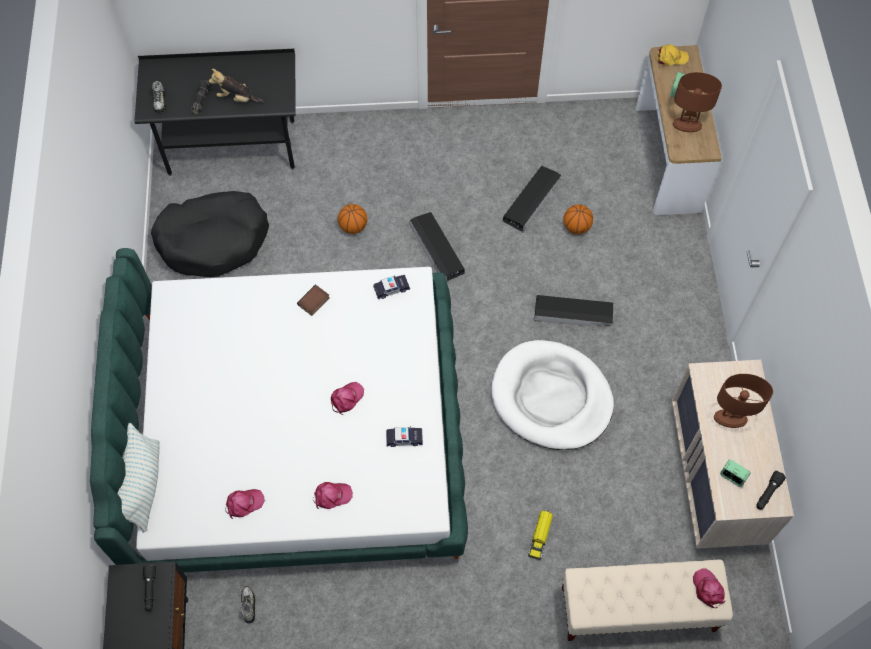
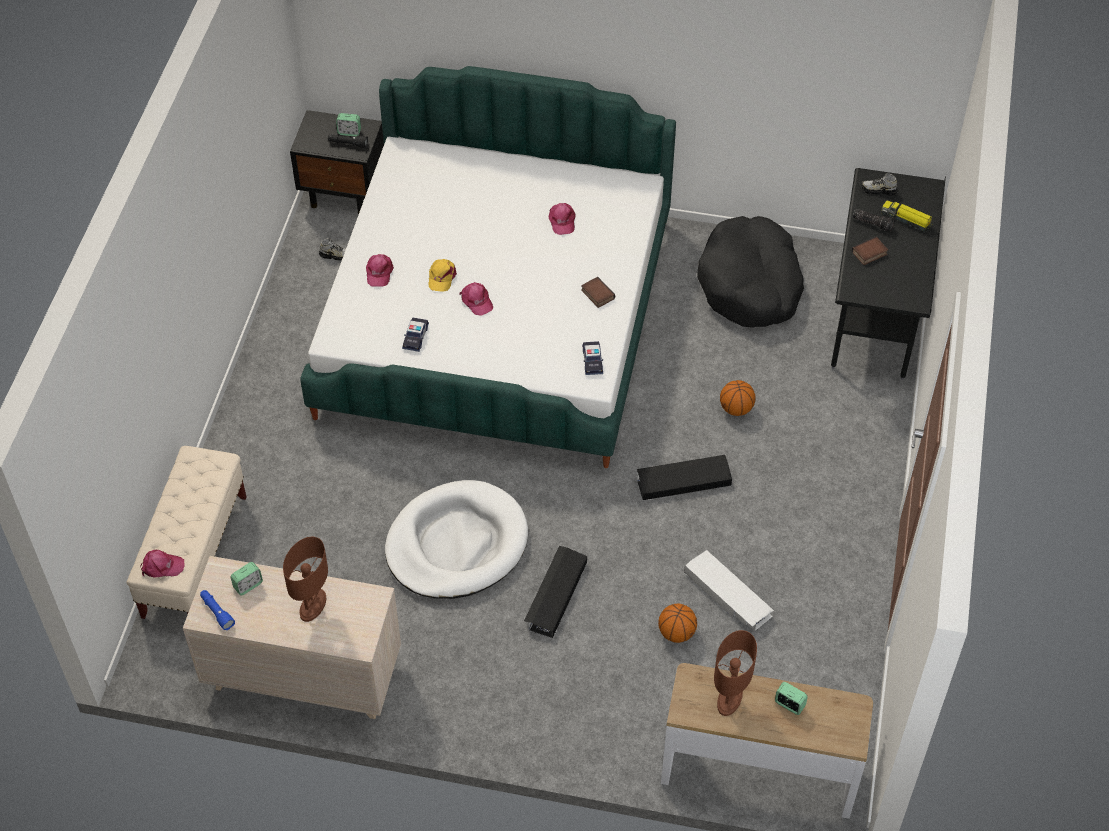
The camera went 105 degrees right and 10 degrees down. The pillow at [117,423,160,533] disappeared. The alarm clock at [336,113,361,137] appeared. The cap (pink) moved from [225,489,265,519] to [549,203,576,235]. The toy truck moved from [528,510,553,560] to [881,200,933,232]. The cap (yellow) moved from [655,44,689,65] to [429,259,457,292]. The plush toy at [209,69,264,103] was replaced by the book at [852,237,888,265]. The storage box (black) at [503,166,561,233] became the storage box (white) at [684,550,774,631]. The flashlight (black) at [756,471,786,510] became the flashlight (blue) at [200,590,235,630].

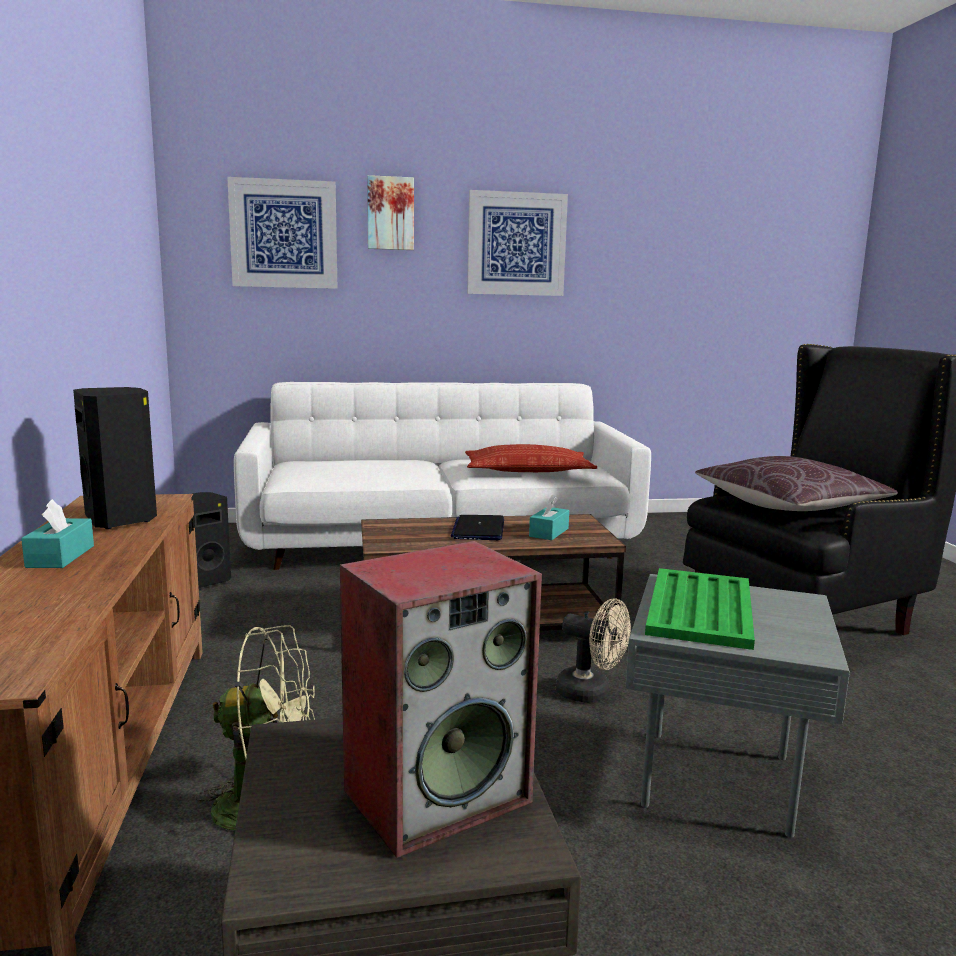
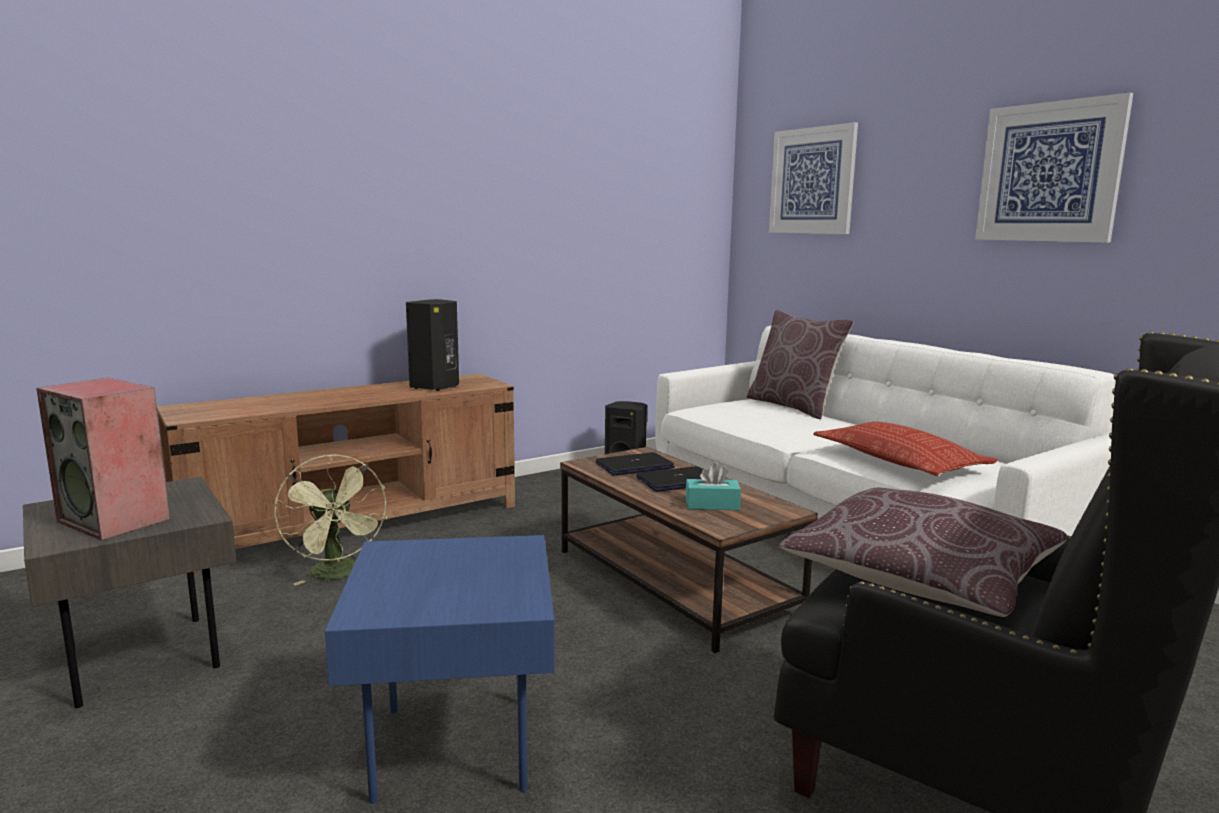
The camera went 65 degrees right and 0 degrees up. The tissue box (turquoise) at [21,499,94,568] disappeared. The picture at [367,175,414,250] disappeared. The fan (beige) at [556,599,631,703] disappeared. The tray (green) at [645,568,755,650] disappeared. The laptop at [596,452,675,475] appeared. The pillow (brown) at [747,310,854,419] appeared. The side table (grey) at [626,574,850,838] became the side table (blue) at [325,535,555,804].

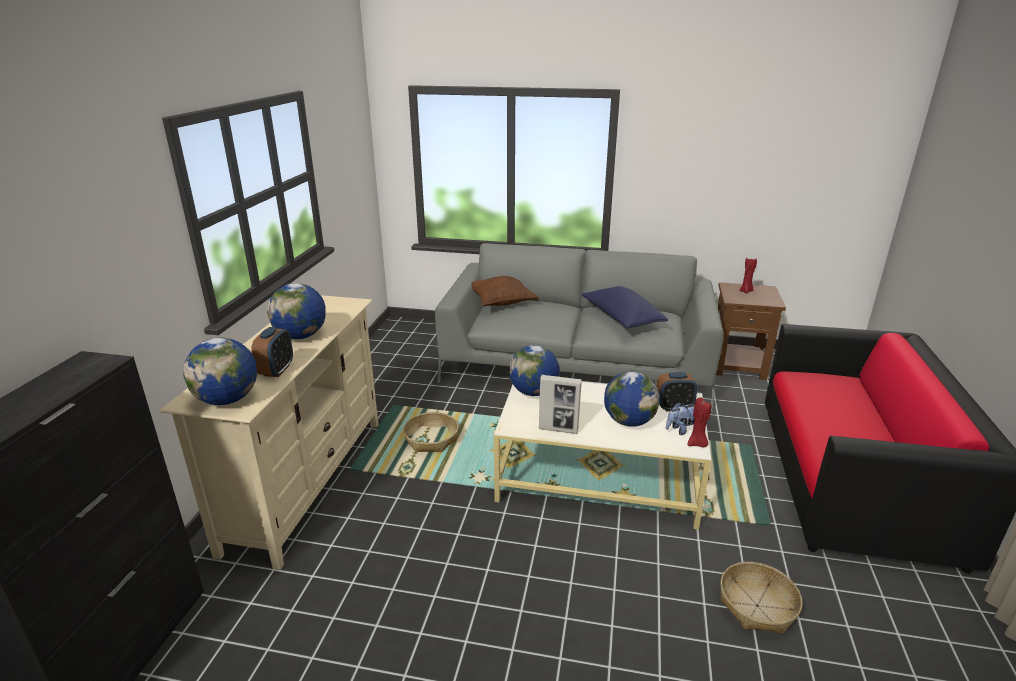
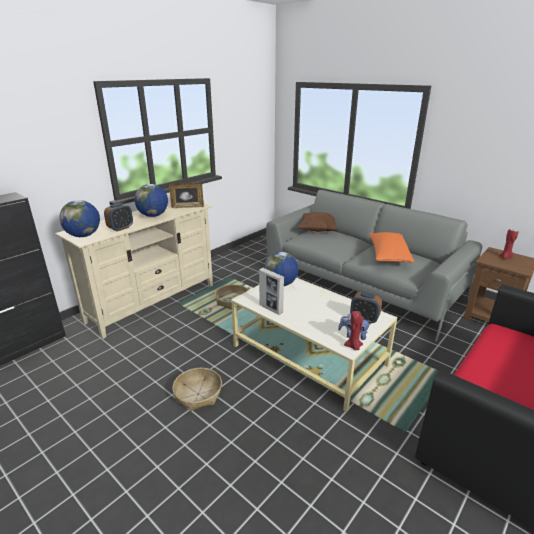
The camera went 30 degrees right and 0 degrees up. The globe at [604,371,660,427] disappeared. The picture frame at [169,182,204,208] appeared. The basket moved from [720,562,802,634] to [172,368,222,411]. The pillow (blue) at [582,286,668,328] became the pillow (orange) at [369,232,414,263].

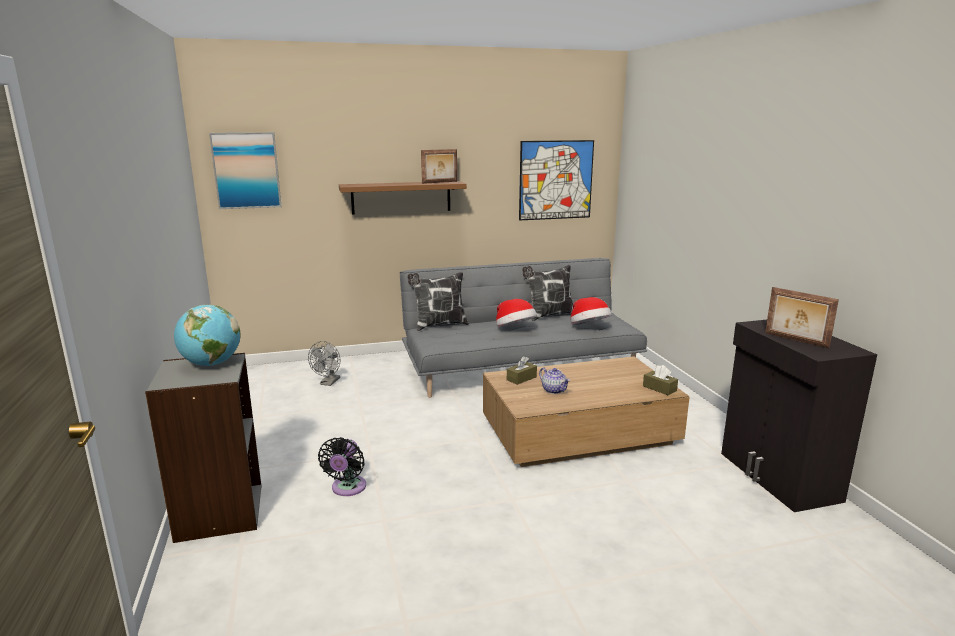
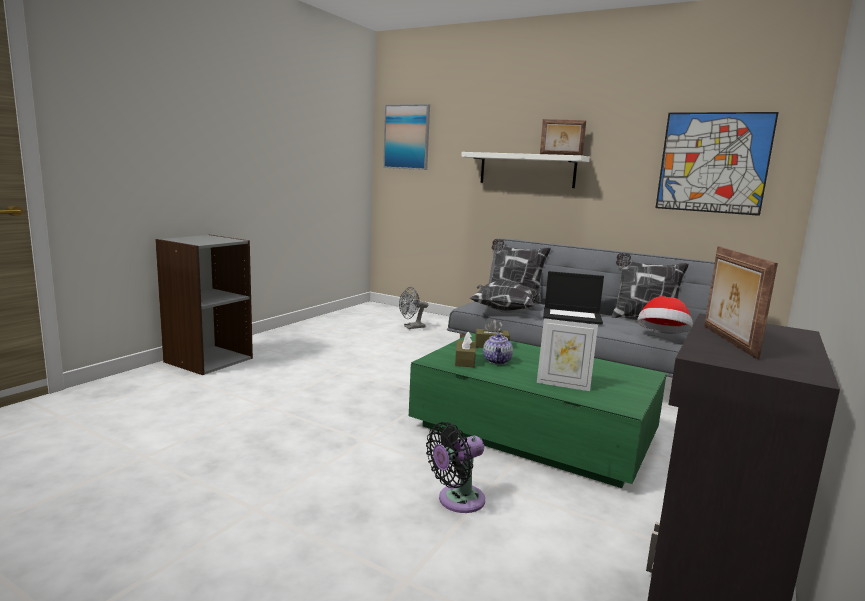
The camera went 45 degrees right and 5 degrees down. The globe at [174,305,241,366] disappeared. The pillow at [469,280,540,311] appeared. The picture frame at [537,318,598,391] appeared. The fan (black) moved from [318,437,366,496] to [426,422,485,513]. The tissue box (brown) moved from [643,365,678,395] to [455,331,476,367]. The hat at [496,299,537,327] was replaced by the laptop at [543,271,604,325]. The shelf (brown) at [339,181,467,214] became the shelf (white) at [461,152,590,188]. The coffee table (brown) at [483,356,689,467] became the coffee table (green) at [409,333,667,488].

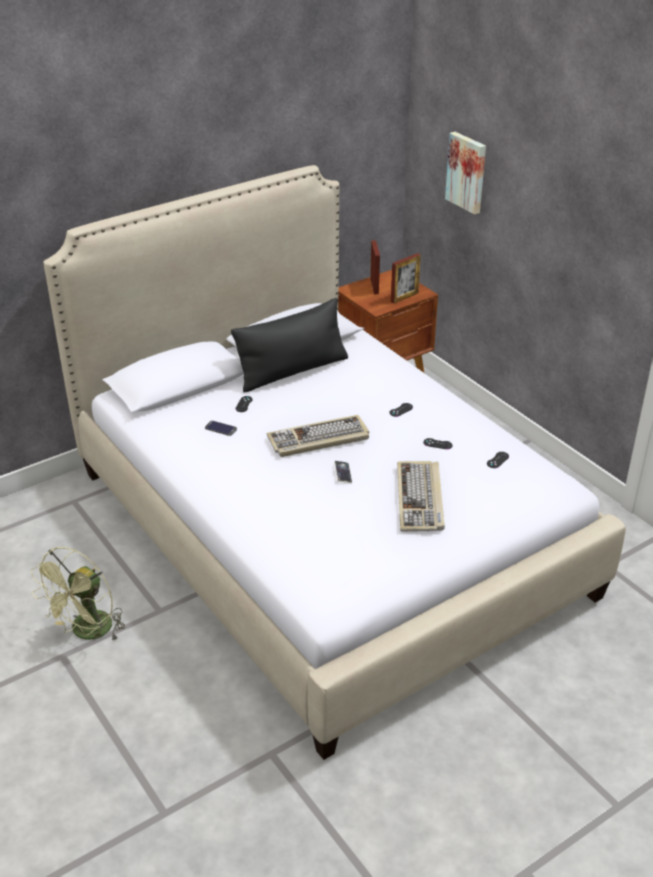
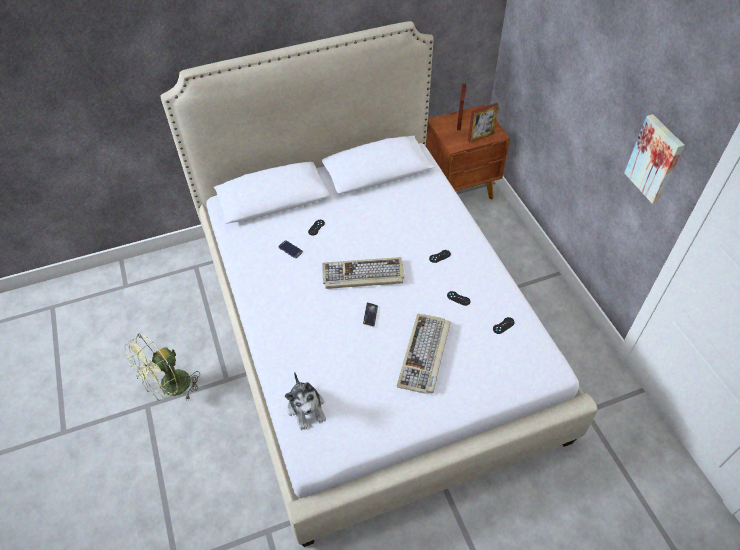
The camera went 15 degrees right and 15 degrees up. The pillow (black) at [231,298,348,393] disappeared. The plush toy at [285,372,326,430] appeared. The picture moved from [445,132,486,214] to [624,114,685,204].

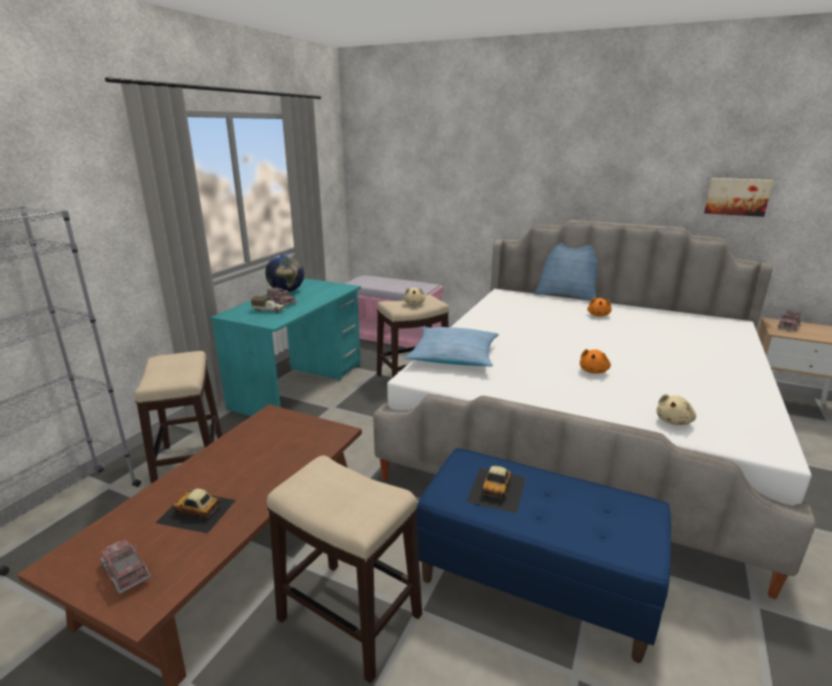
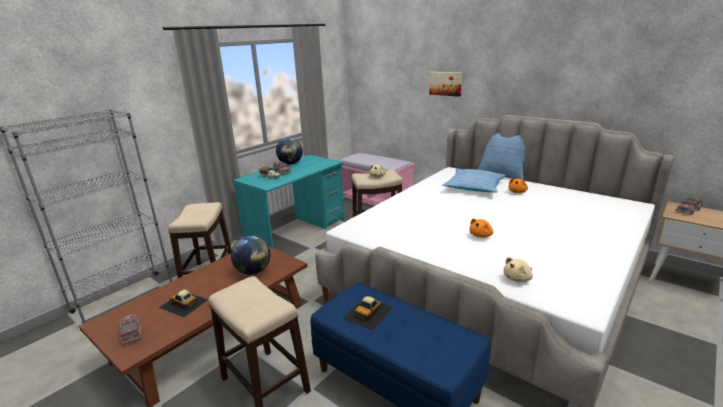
The camera went 15 degrees right and 0 degrees up. The globe at [231,236,271,275] appeared. The pillow moved from [404,327,499,367] to [442,169,506,193]. The picture moved from [704,178,773,217] to [429,72,462,97].

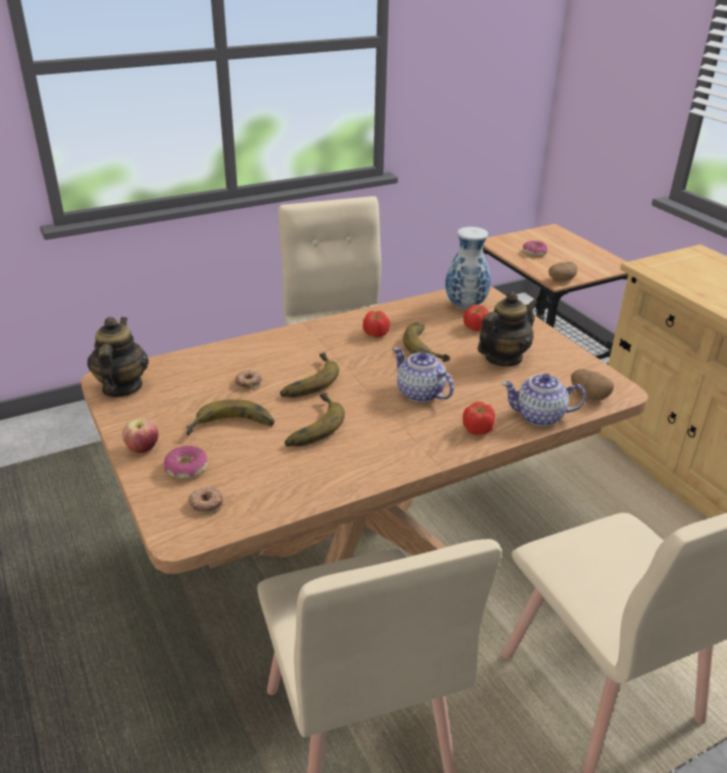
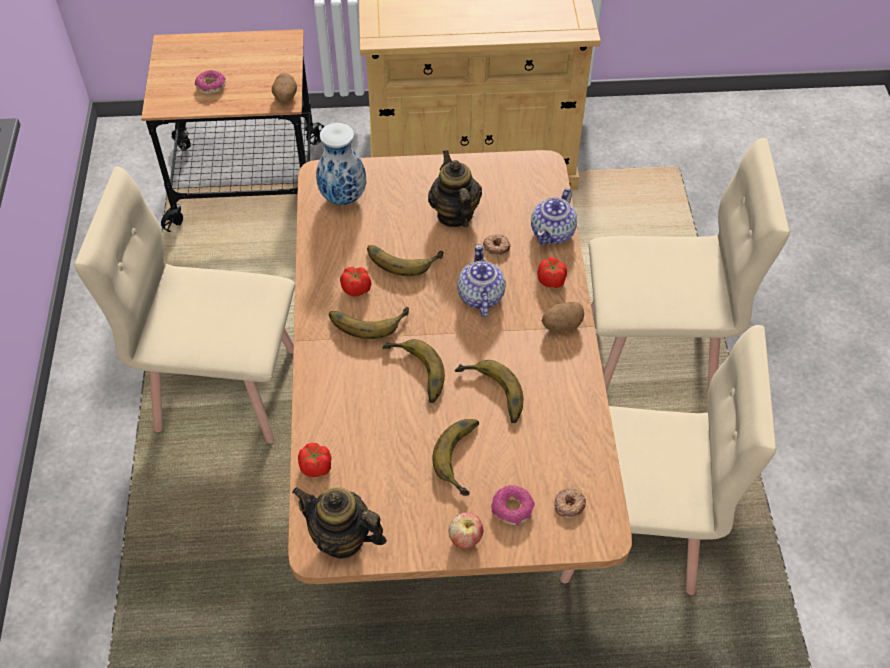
The camera went 65 degrees left and 20 degrees up. The banana at [329,307,409,339] appeared. The donut moved from [235,370,262,390] to [483,234,511,256]. The tomato moved from [463,305,489,331] to [298,443,331,477]. The potato moved from [571,369,614,400] to [542,302,584,332]. The teapot at [393,347,454,402] turned 105 degrees clockwise.

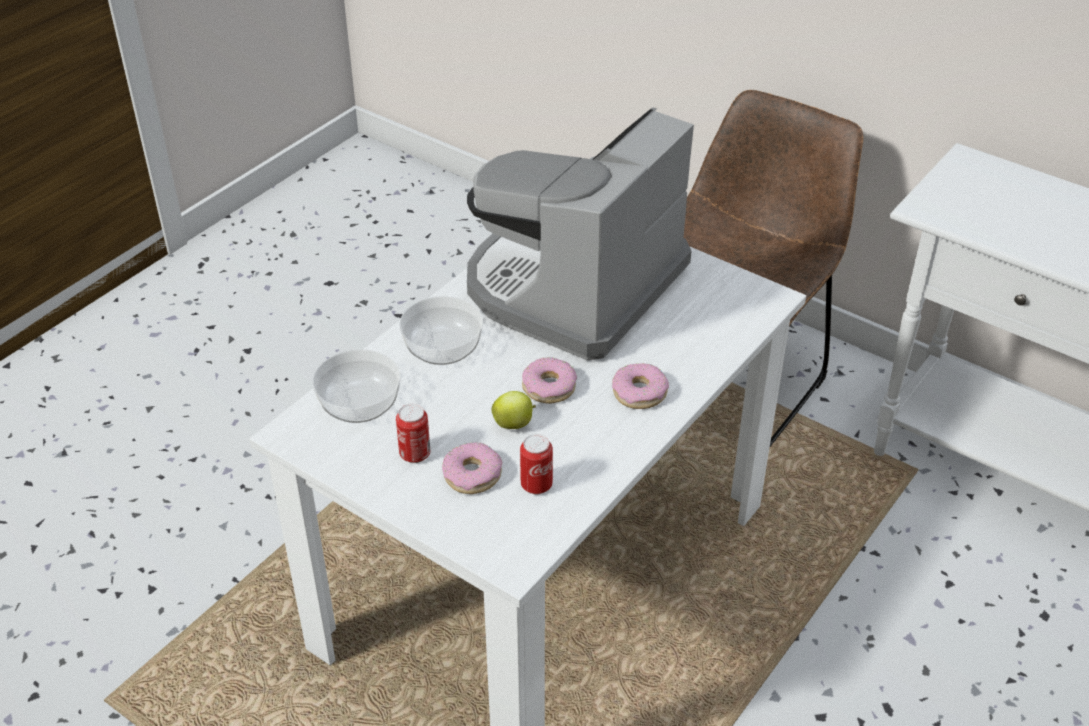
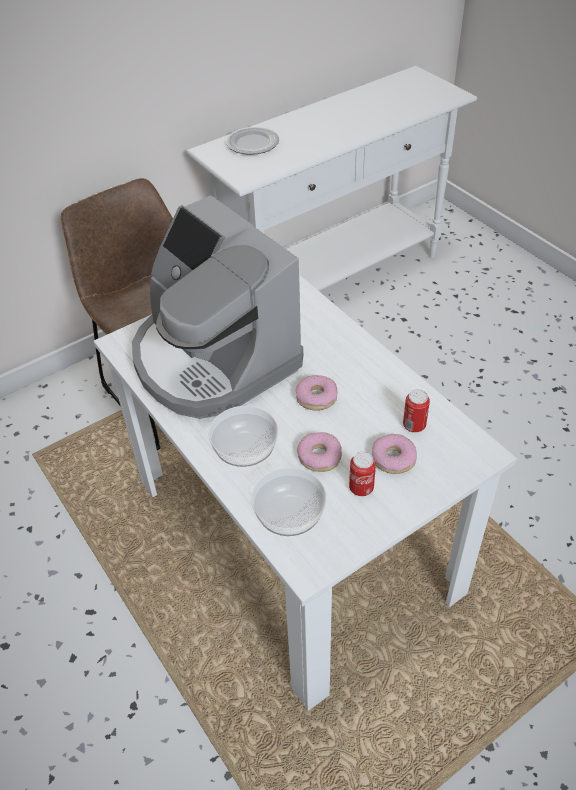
The camera went 70 degrees left and 5 degrees up. The apple at [491,391,536,429] disappeared. The plate at [226,127,279,155] appeared. The donut moved from [612,363,669,409] to [297,432,342,472].

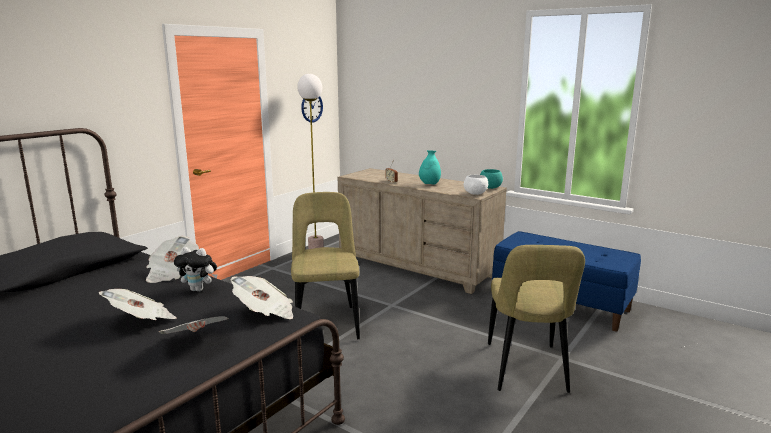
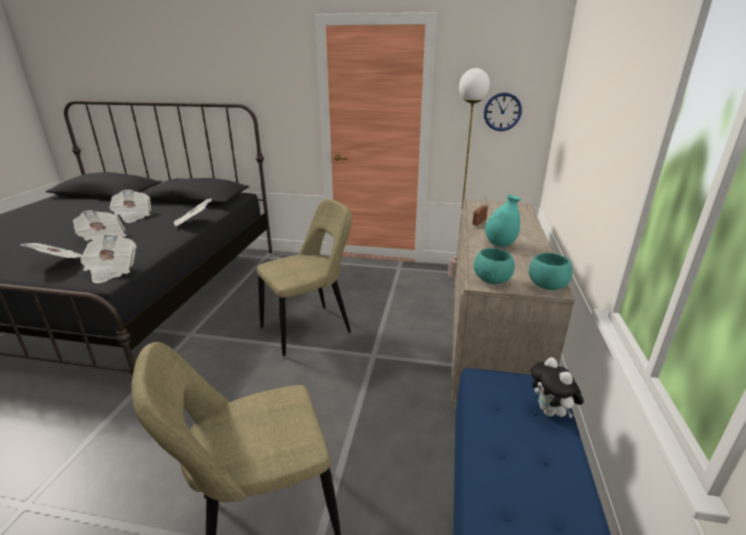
The camera went 65 degrees right and 10 degrees up. The newspaper at [109,190,151,223] appeared. The plush toy moved from [174,247,218,292] to [530,357,584,419]. The bowl (white) at [464,175,488,195] became the bowl (turquoise) at [474,248,515,284].

